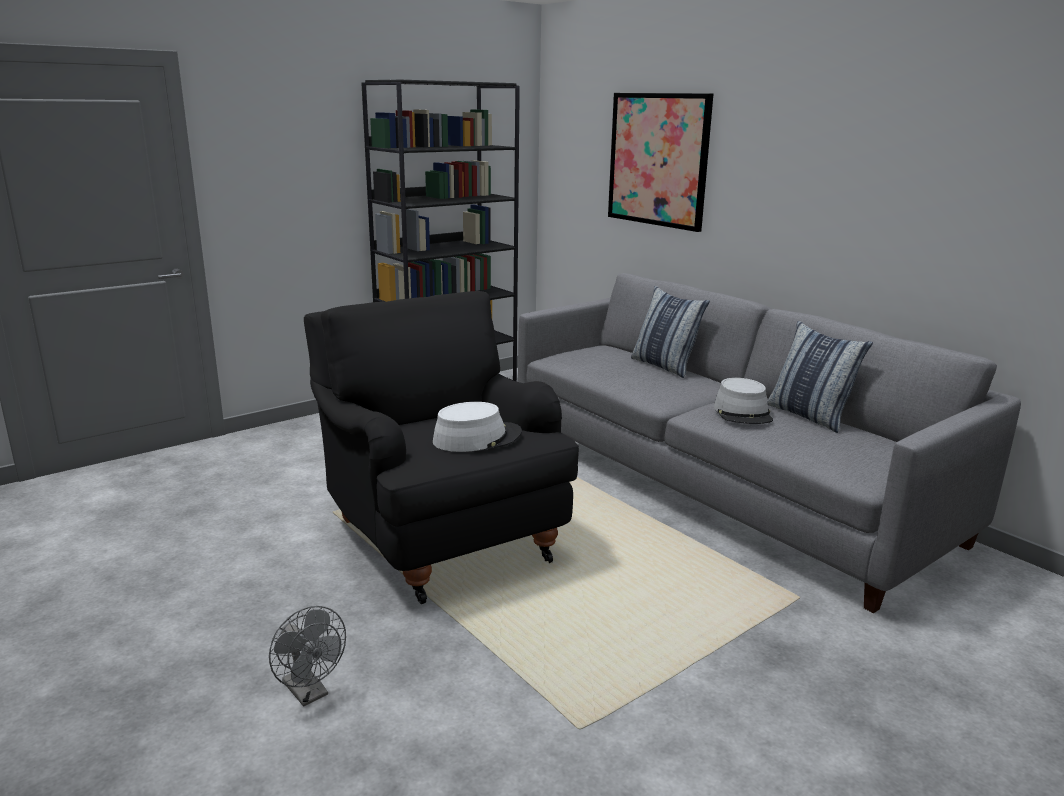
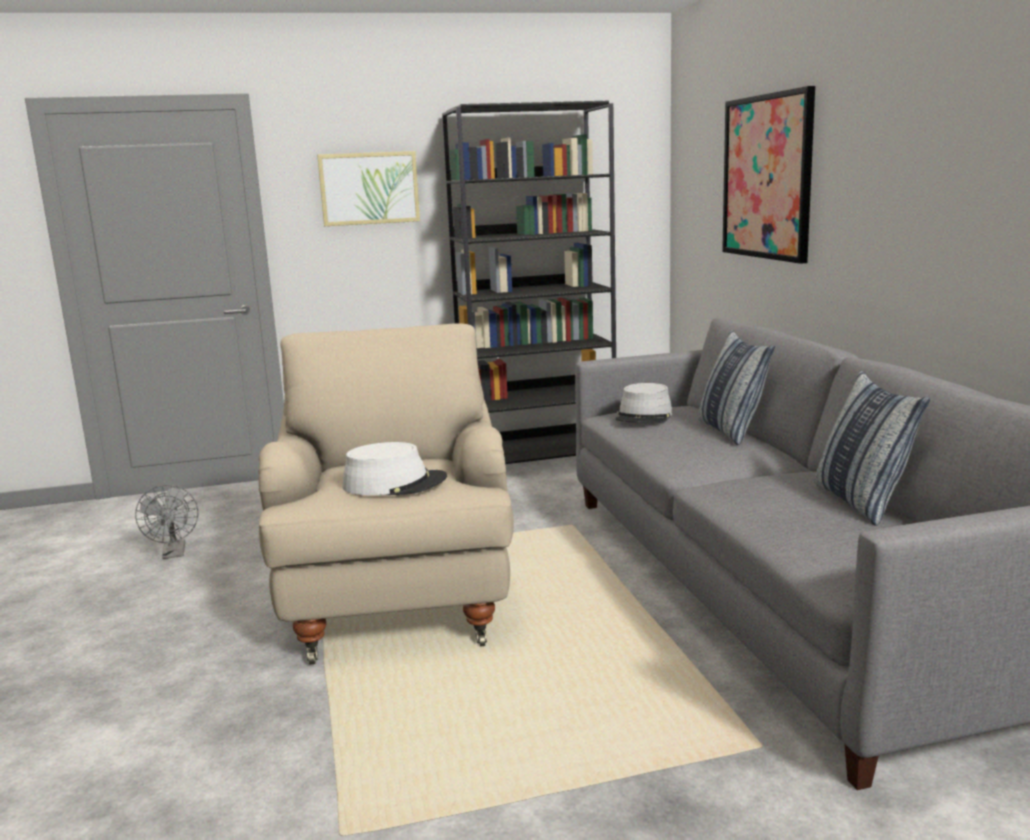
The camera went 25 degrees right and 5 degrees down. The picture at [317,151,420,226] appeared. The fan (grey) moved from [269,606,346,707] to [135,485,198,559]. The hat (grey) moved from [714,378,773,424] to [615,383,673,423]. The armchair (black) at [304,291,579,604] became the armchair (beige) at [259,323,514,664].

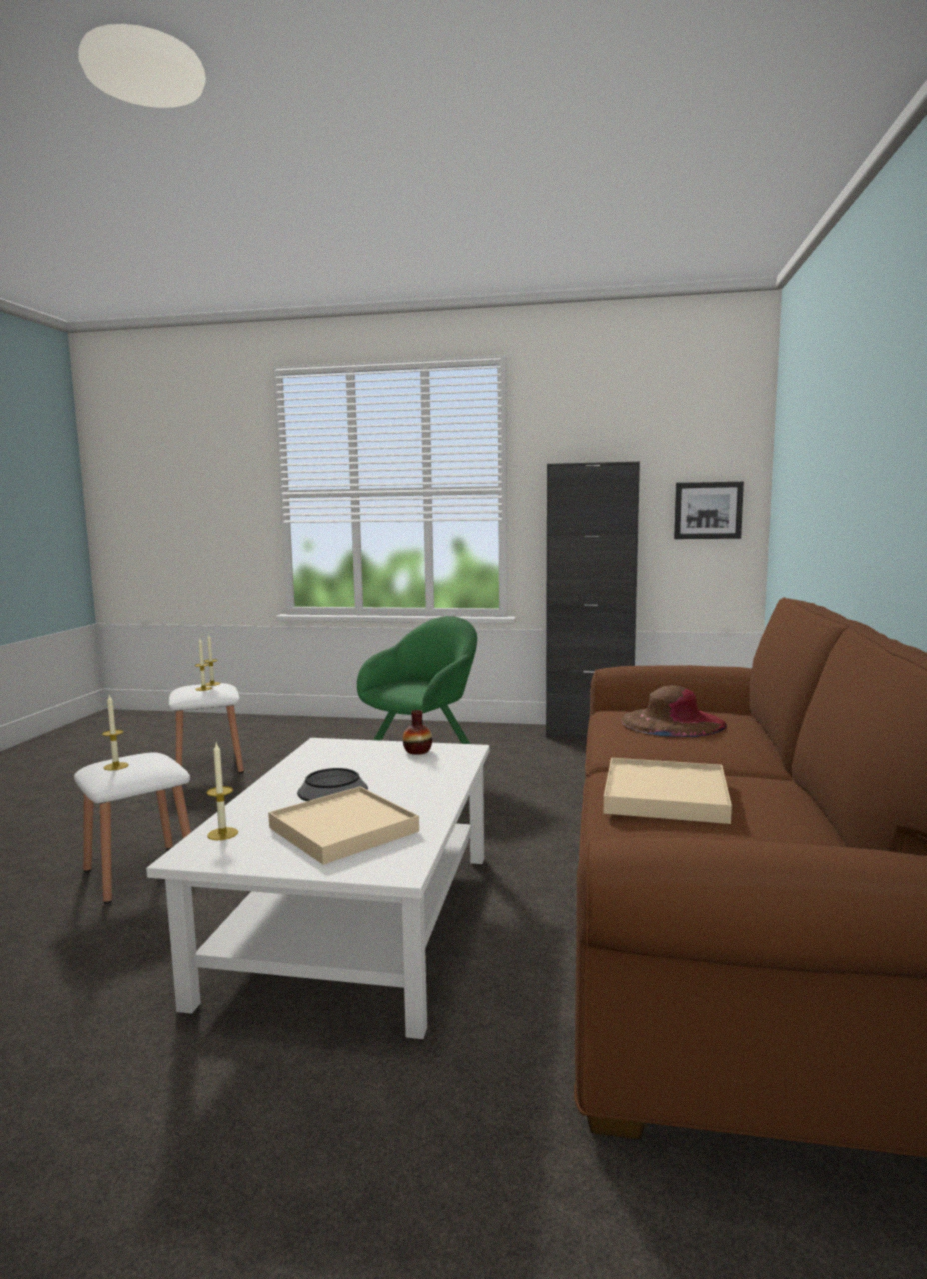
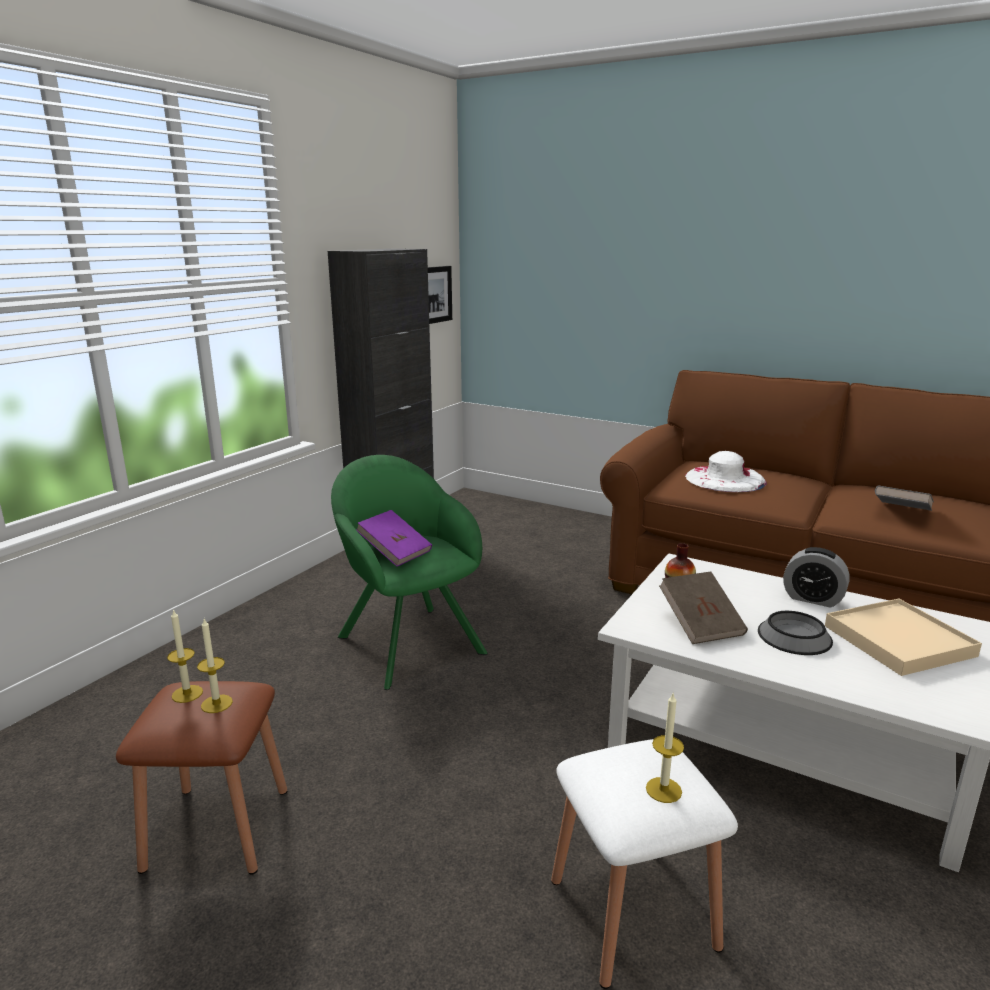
The camera went 70 degrees left and 10 degrees up. The candle at [206,743,238,840] disappeared. The book (purple) at [356,510,432,567] appeared. The book (brown) at [659,571,748,644] appeared. The alarm clock at [783,547,850,608] appeared. The tray (beige) at [604,758,732,824] was replaced by the book (grey) at [875,485,934,511]. The stool (white) at [169,683,244,773] became the stool (brown) at [116,681,287,875]. The hat (brown) at [621,685,727,737] became the hat (white) at [685,451,767,492].

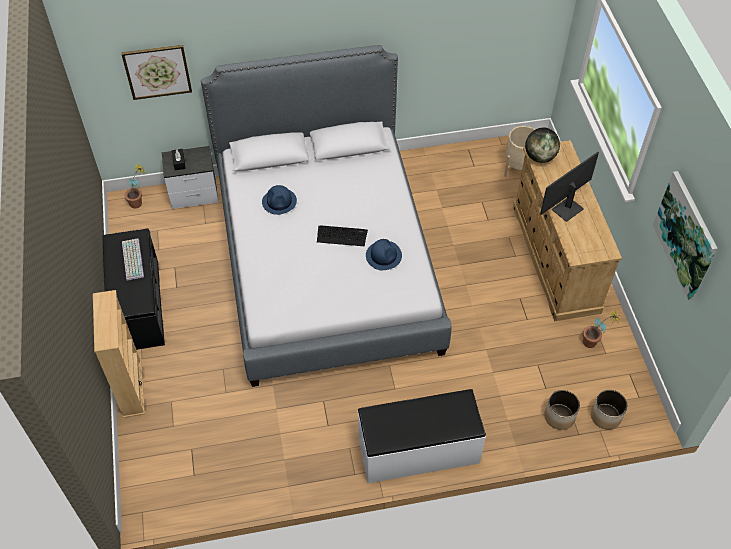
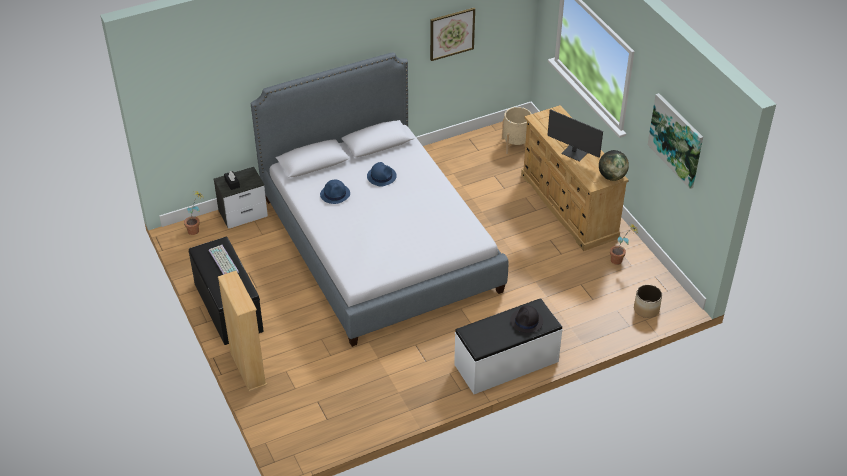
The camera went 15 degrees left and 10 degrees down. The keyboard at [317,226,368,246] disappeared. The planter at [544,390,580,430] disappeared. The hat (black) at [510,305,543,333] appeared. The picture moved from [121,45,192,100] to [430,8,475,61]. The hat (blue) moved from [366,239,402,270] to [367,162,397,187]. The globe moved from [525,128,560,163] to [599,150,629,181]. The monitor at [540,152,599,222] turned 90 degrees counterclockwise.

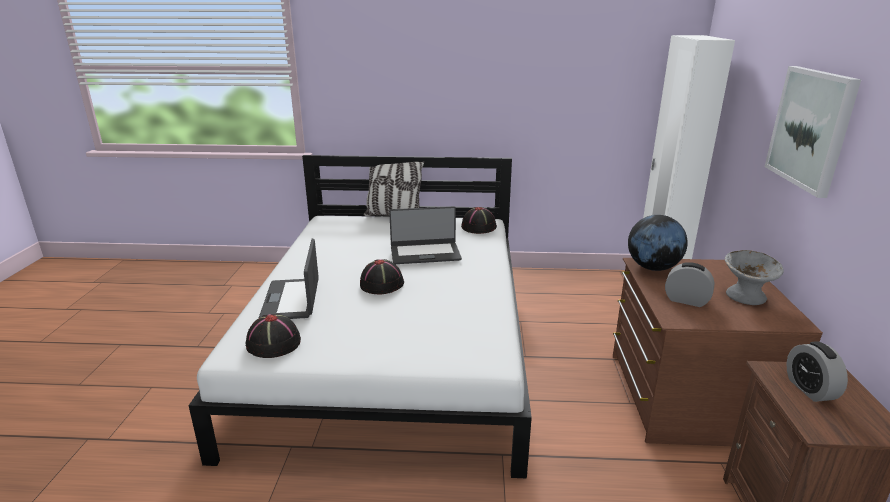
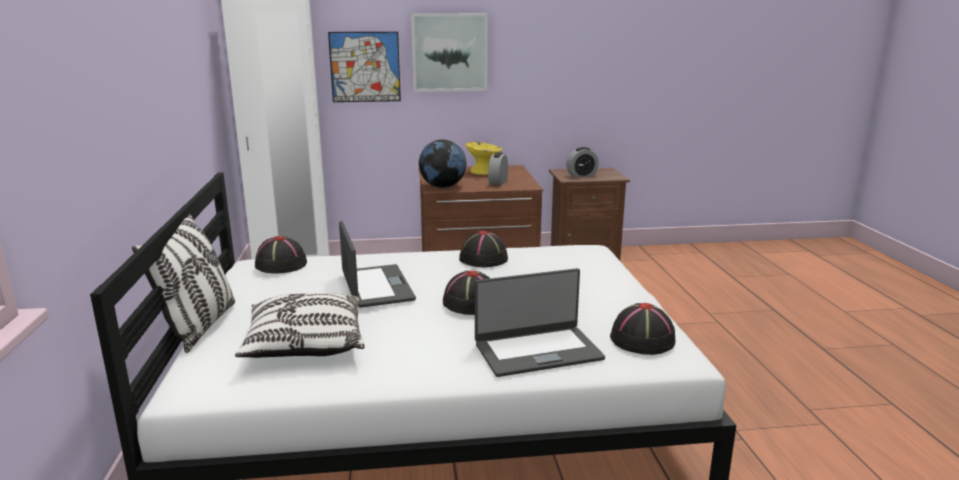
The camera went 100 degrees left and 5 degrees down. The pillow at [235,293,365,358] appeared. The picture at [328,32,401,102] appeared. The hat (black) at [459,230,508,267] appeared. The bowl (grey) at [725,250,784,305] became the bowl (yellow) at [465,142,502,175].

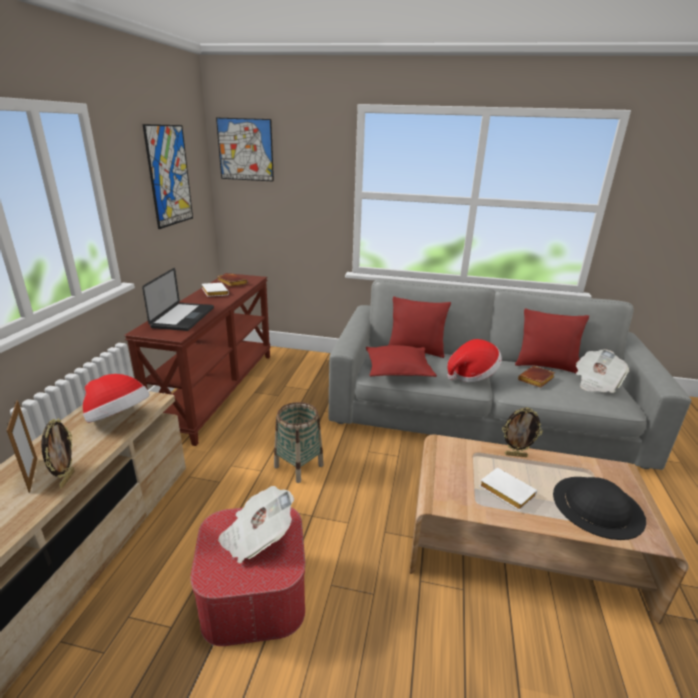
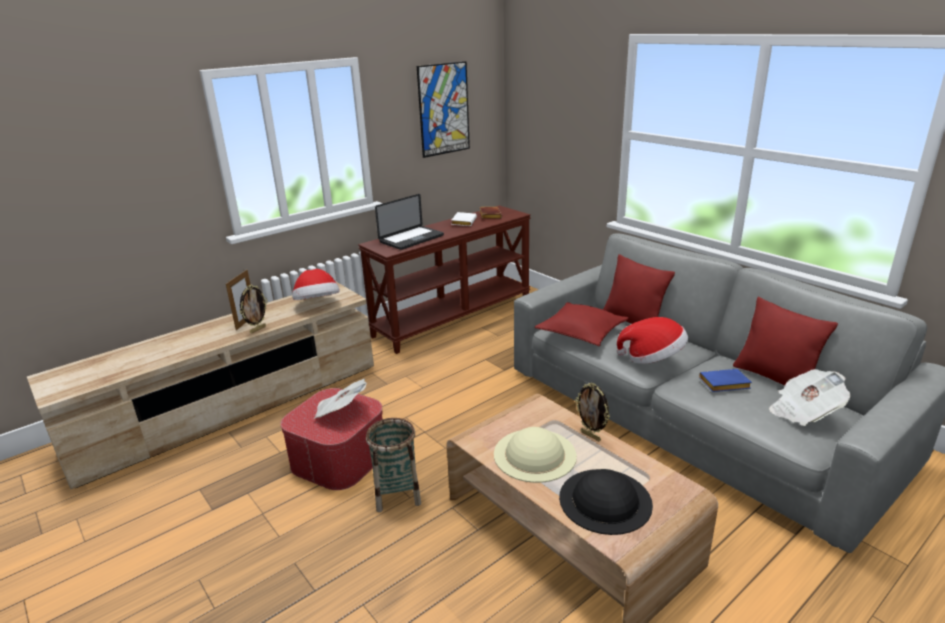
The camera went 40 degrees right and 0 degrees up. The picture at [216,118,274,182] disappeared. The basket moved from [274,402,324,483] to [366,418,421,512]. The book (white) at [480,468,537,511] was replaced by the hat (beige) at [494,427,577,483]. The book (brown) at [518,366,555,388] became the book (blue) at [699,369,752,392].

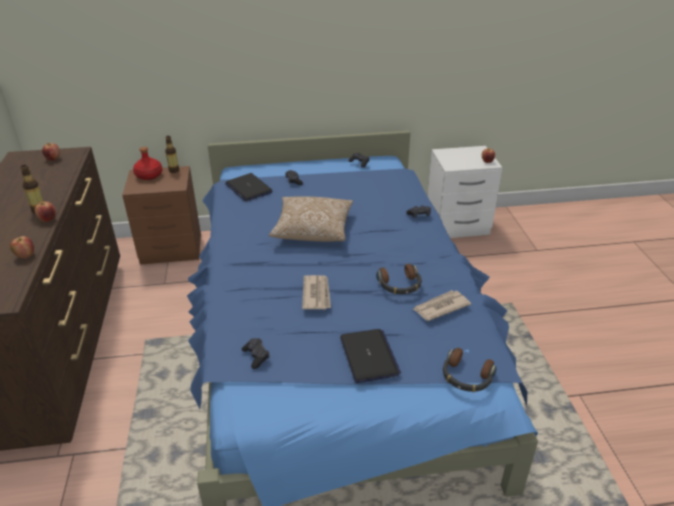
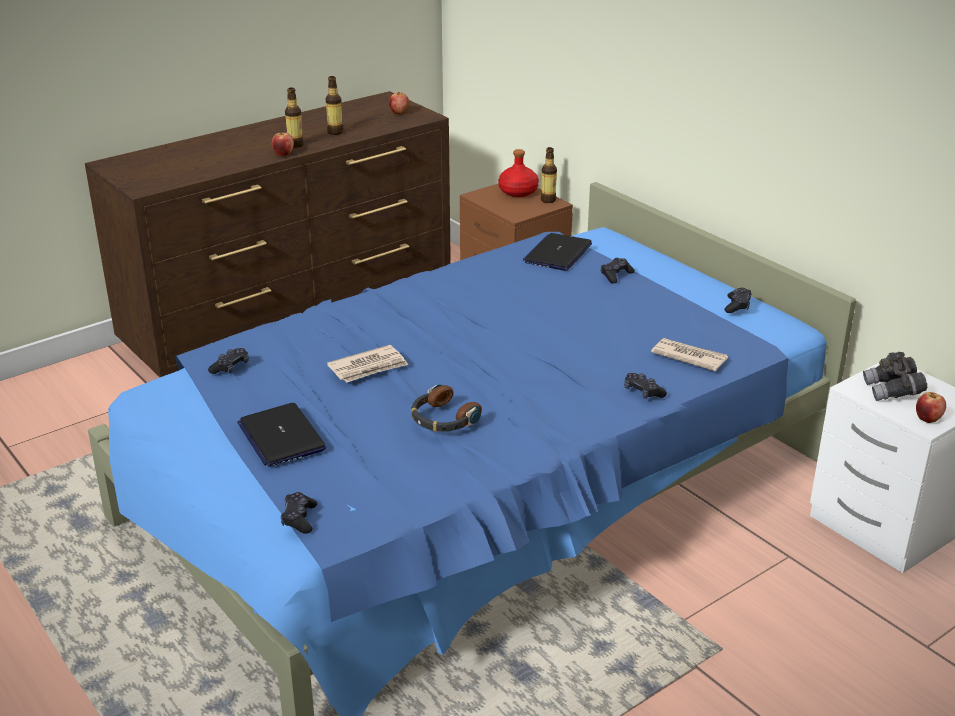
The camera went 60 degrees right and 5 degrees down. The apple at [10,236,34,258] disappeared. The pillow at [269,196,353,242] disappeared. The bottle at [326,76,343,135] appeared. The binoculars (grey) at [863,352,927,401] appeared. The newspaper moved from [413,290,471,321] to [651,338,728,371]. The headphones at [443,348,497,392] was replaced by the game controller (black) at [281,492,317,534]. The laptop at [340,329,401,383] turned 105 degrees clockwise.

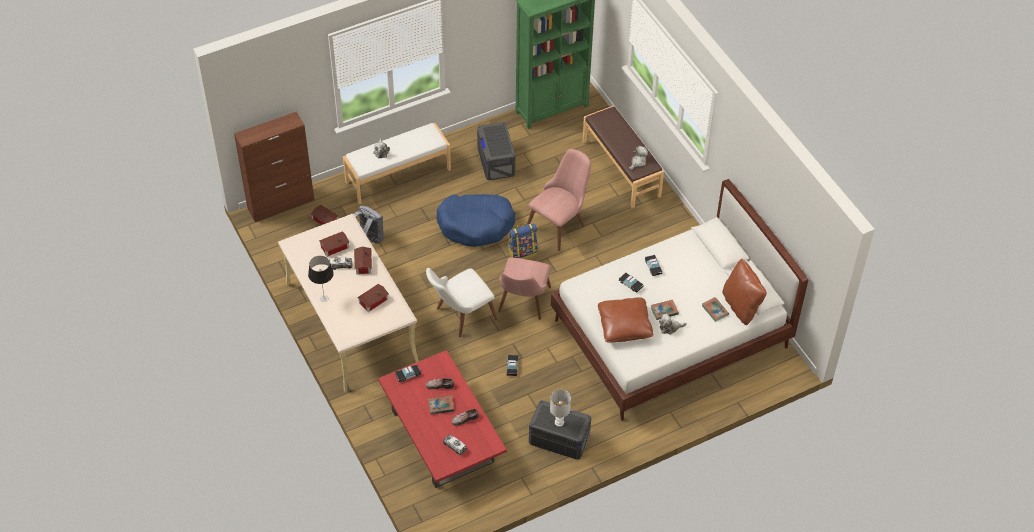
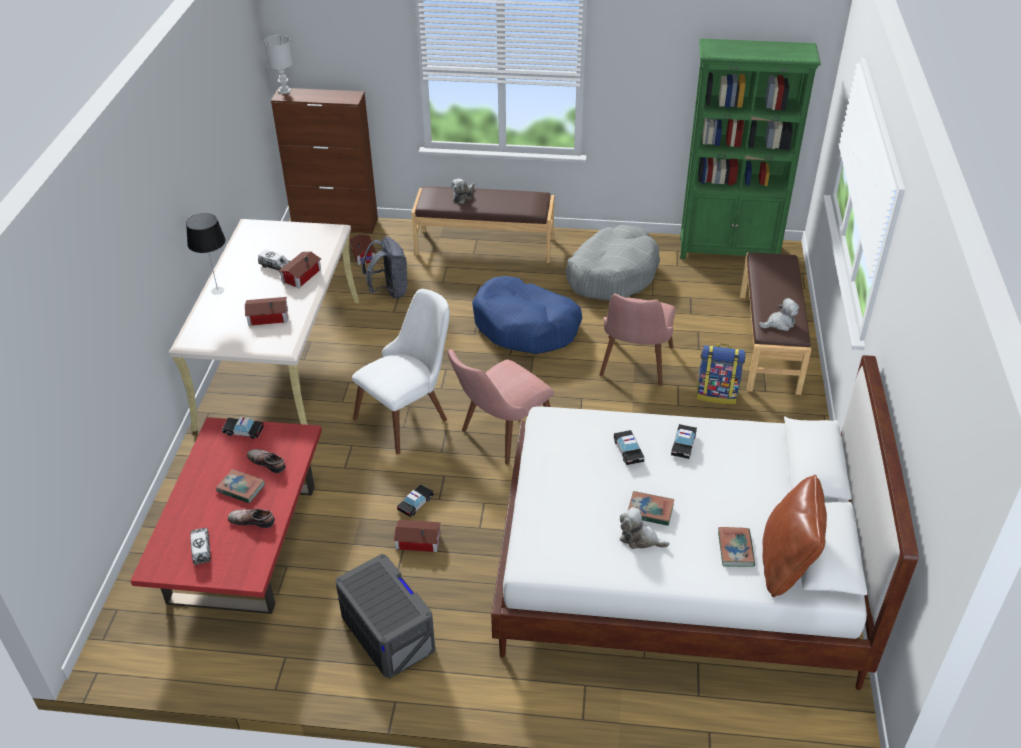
The camera went 35 degrees right and 10 degrees down. The pillow (brown) at [598,297,654,343] disappeared. The toy house moved from [319,231,350,257] to [394,520,441,552]. The backpack moved from [508,223,538,259] to [696,344,746,404]. The table lamp (white) moved from [550,390,571,427] to [264,35,293,94]. The storage box (grey) at [477,122,515,180] was replaced by the dog bed (grey) at [566,225,660,300]. The bench (white) at [343,123,451,204] became the bench (brown) at [411,186,554,263]. The chair (white) at [426,268,498,337] turned 135 degrees clockwise. The chair (pink) at [527,149,591,251] turned 120 degrees clockwise.

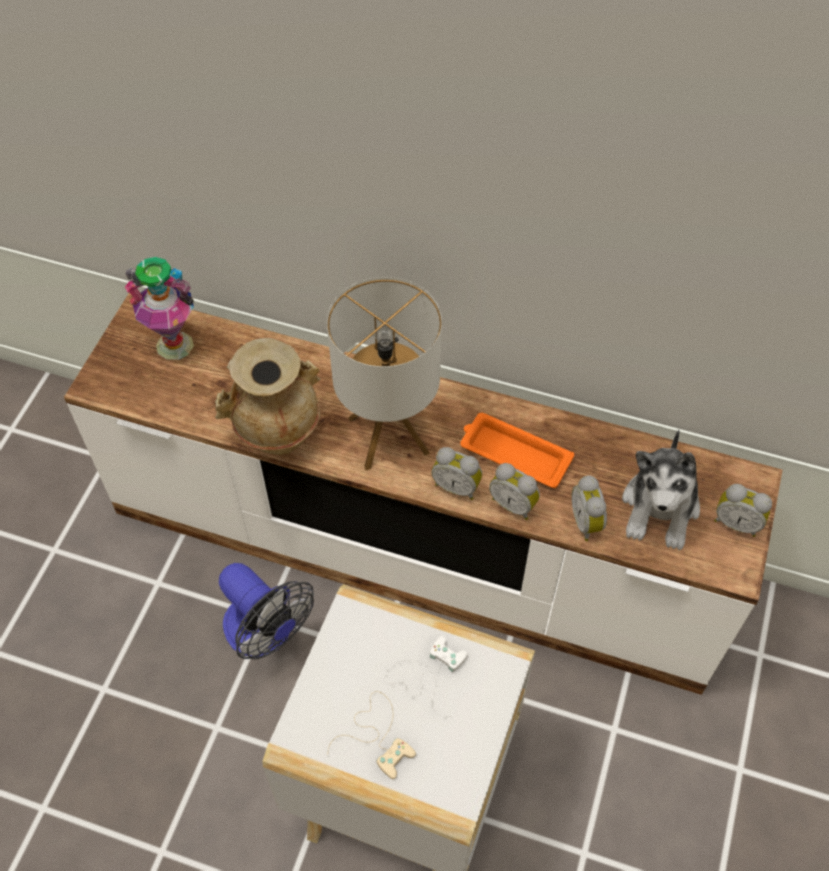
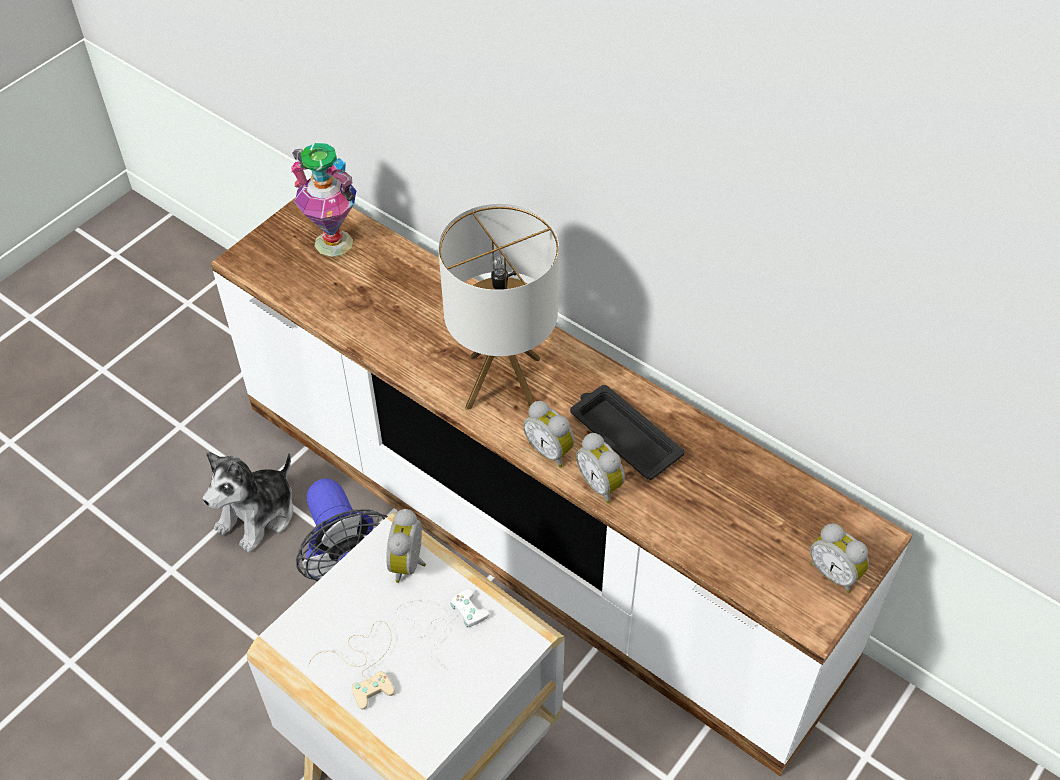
The camera went 20 degrees right and 5 degrees down. The vase (beige) at [215,338,321,455] disappeared. The alarm clock moved from [572,476,607,541] to [386,509,426,583]. The plush toy moved from [622,430,700,550] to [203,451,293,552]. The tray (orange) at [460,413,574,488] became the tray (black) at [570,385,685,480].

